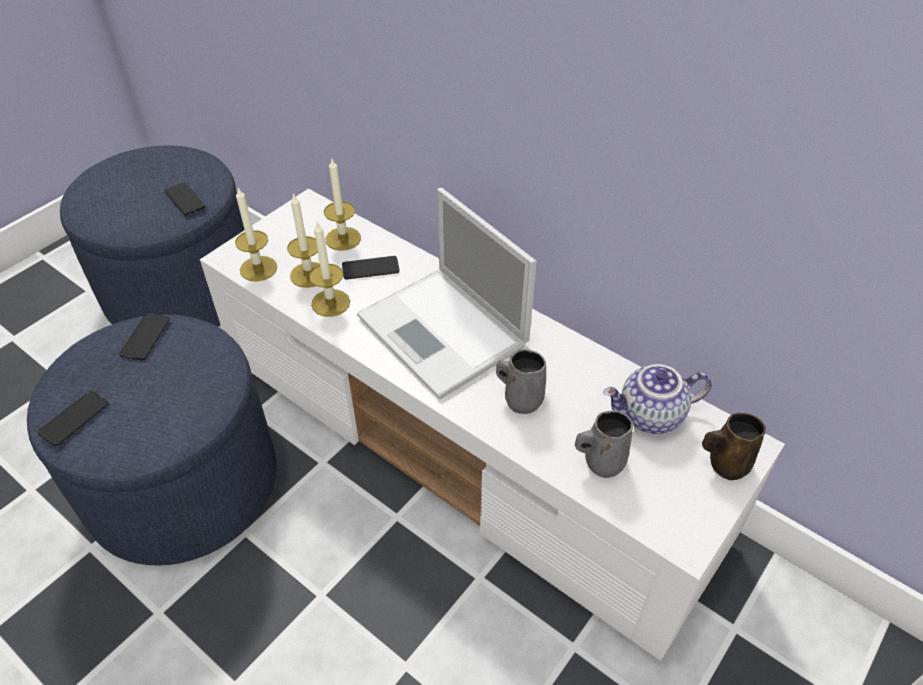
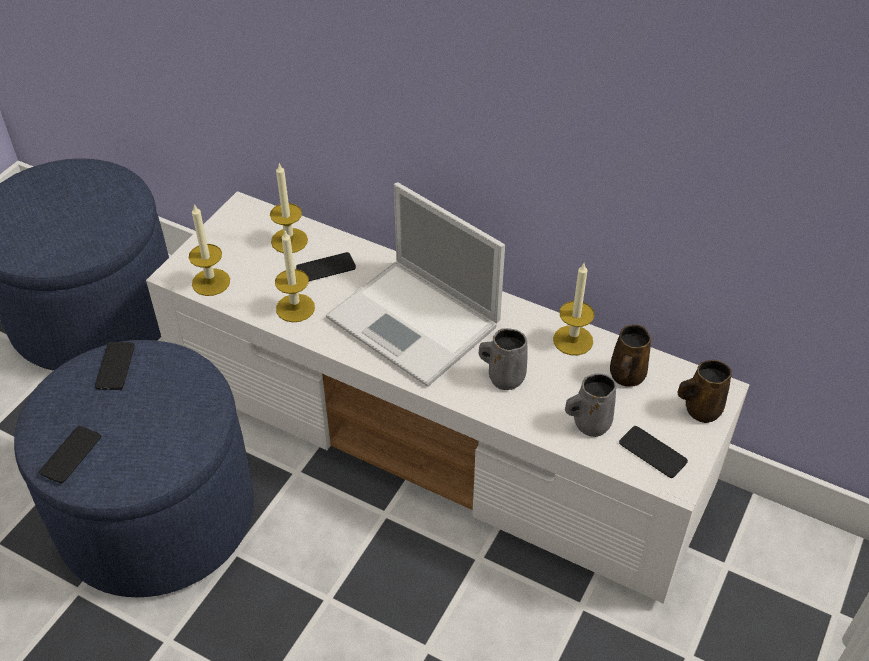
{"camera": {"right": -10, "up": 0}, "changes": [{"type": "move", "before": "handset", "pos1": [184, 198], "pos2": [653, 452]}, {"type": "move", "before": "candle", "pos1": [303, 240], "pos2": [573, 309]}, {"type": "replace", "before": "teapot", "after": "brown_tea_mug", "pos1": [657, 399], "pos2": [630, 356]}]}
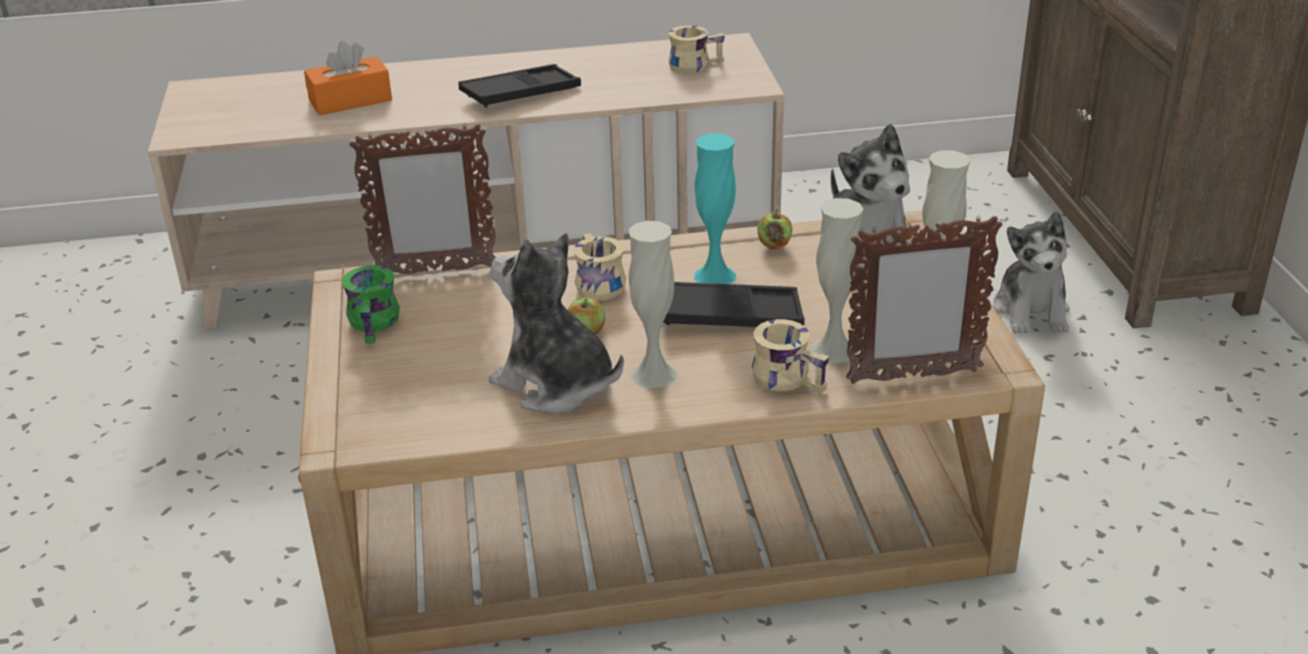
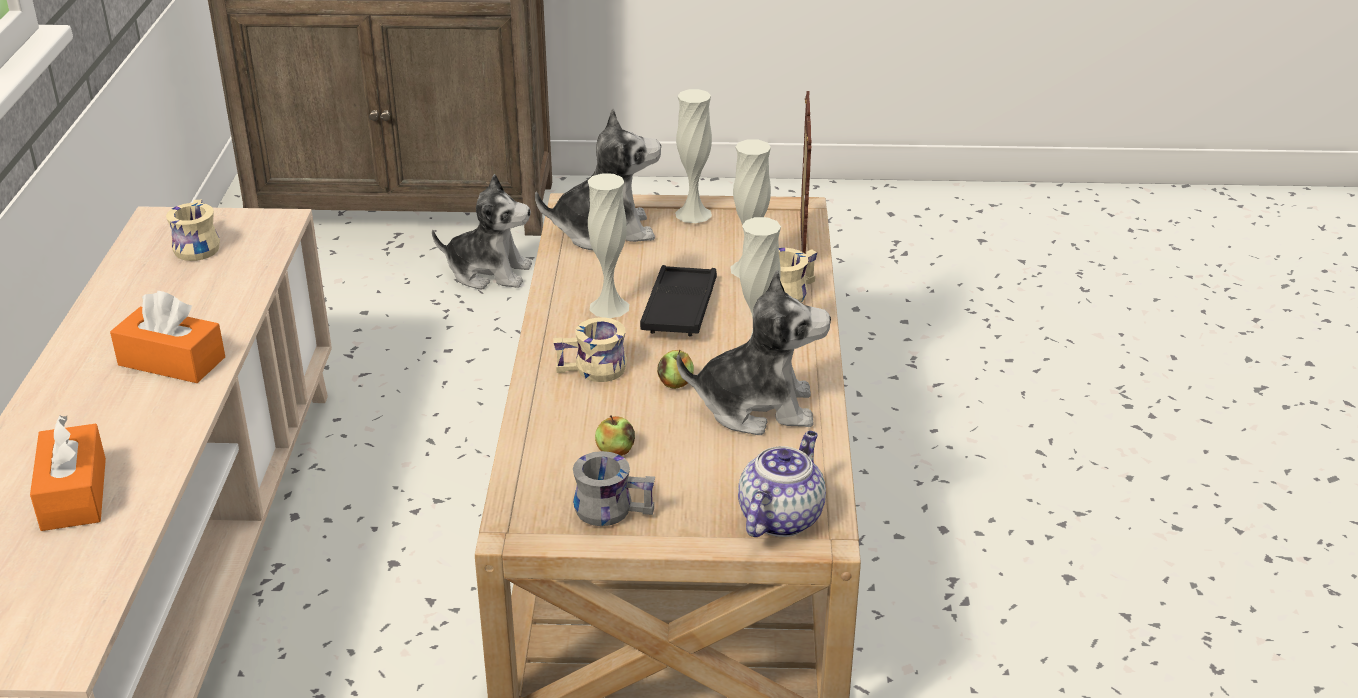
{"camera": {"right": -80, "up": 0}, "changes": [{"type": "recolor", "before": "green_tea_mug", "after": "grey_tea_mug", "pos1": [371, 304], "pos2": [614, 488]}, {"type": "delete", "before": "standing_frame", "pos1": [422, 199]}, {"type": "replace", "before": "blackish_serving_tray", "after": "orange_tissue_holder", "pos1": [519, 86], "pos2": [167, 337]}, {"type": "rotate", "before": "soft_toy", "pos1": [556, 323], "pos2": [754, 352], "turn": -135}, {"type": "recolor", "before": "turquoise_flower_vase", "after": "white_flower_vase", "pos1": [715, 208], "pos2": [608, 245]}, {"type": "move", "before": "apple_fruit", "pos1": [774, 229], "pos2": [615, 435]}, {"type": "insert", "after": "teapot", "pos2": [782, 484]}]}
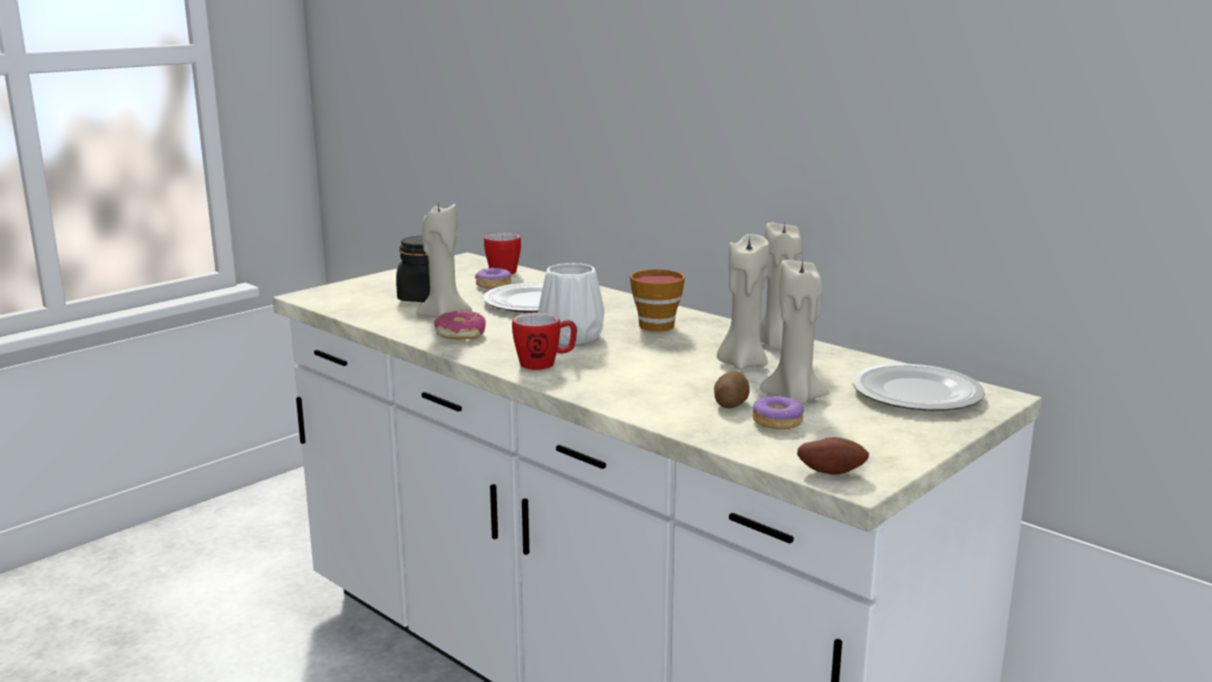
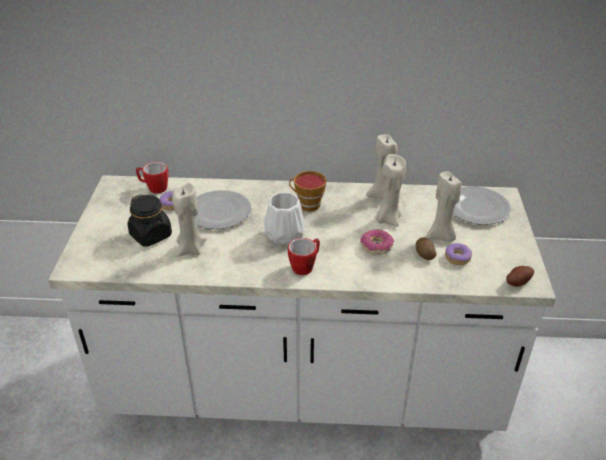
{"camera": {"right": -40, "up": 20}, "changes": [{"type": "move", "before": "doughnut", "pos1": [460, 325], "pos2": [377, 242]}]}
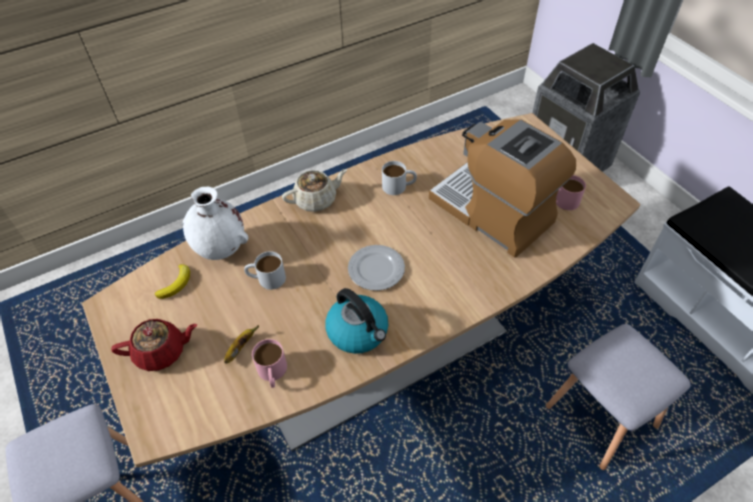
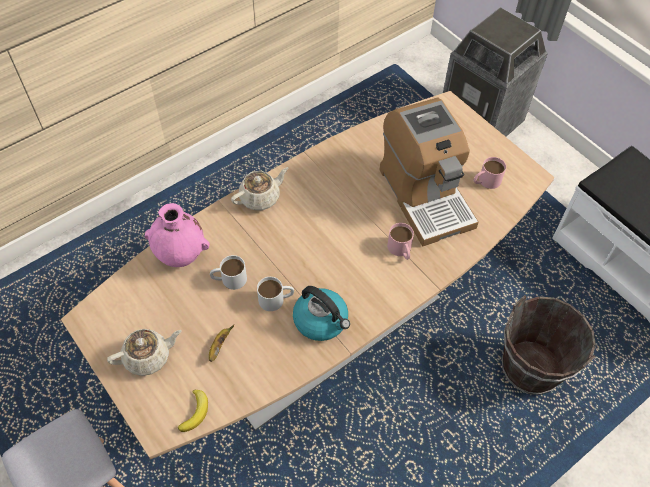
{"camera": {"right": -10, "up": 5}, "changes": [{"type": "recolor", "before": "reddish_teapot", "after": "beige_teapot", "pos1": [154, 345], "pos2": [144, 352]}, {"type": "move", "before": "banana", "pos1": [172, 281], "pos2": [193, 411]}, {"type": "recolor", "before": "white_flower_vase", "after": "pink_flower_vase", "pos1": [215, 223], "pos2": [177, 235]}, {"type": "move", "before": "pink_tea_mug", "pos1": [269, 363], "pos2": [400, 241]}, {"type": "delete", "before": "flat_dish", "pos1": [376, 268]}, {"type": "move", "before": "white_tea_mug", "pos1": [399, 178], "pos2": [275, 294]}, {"type": "rotate", "before": "coffee_brewer", "pos1": [502, 188], "pos2": [429, 172], "turn": -150}, {"type": "replace", "before": "grey_stool_seat", "after": "brown_bucket", "pos1": [618, 397], "pos2": [549, 345]}]}
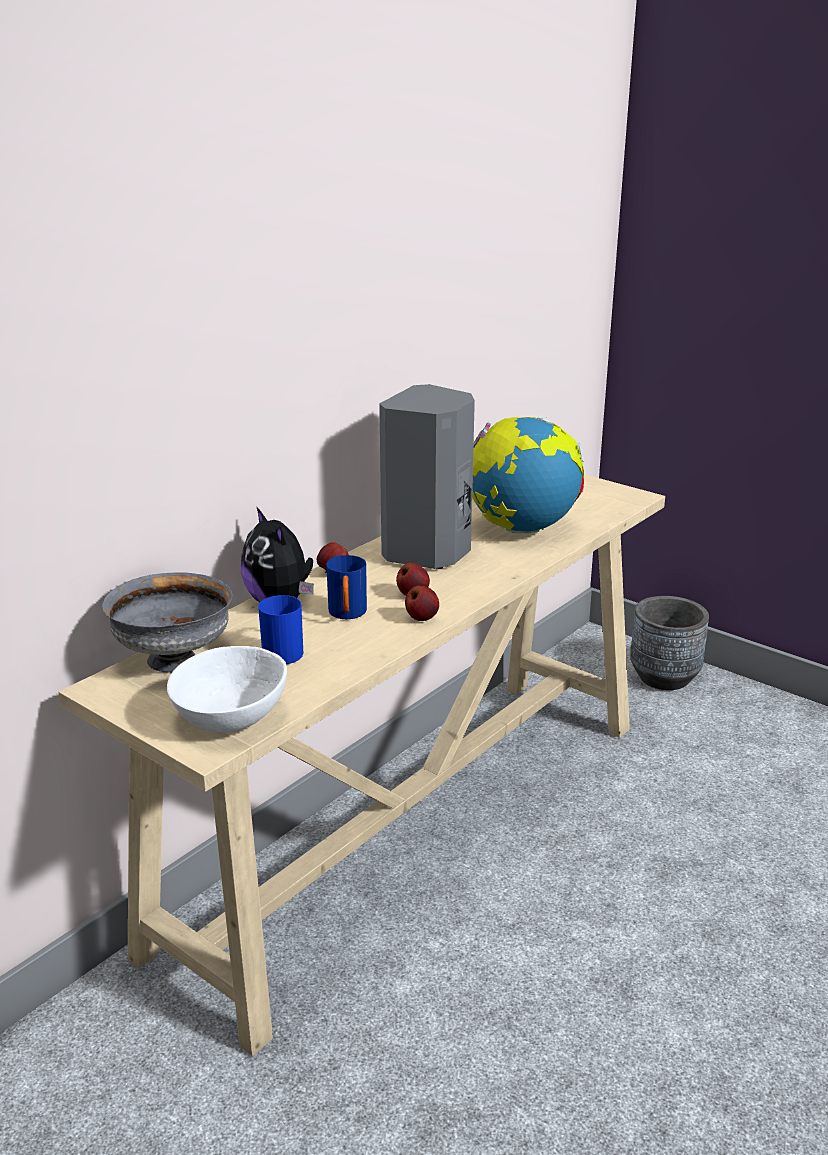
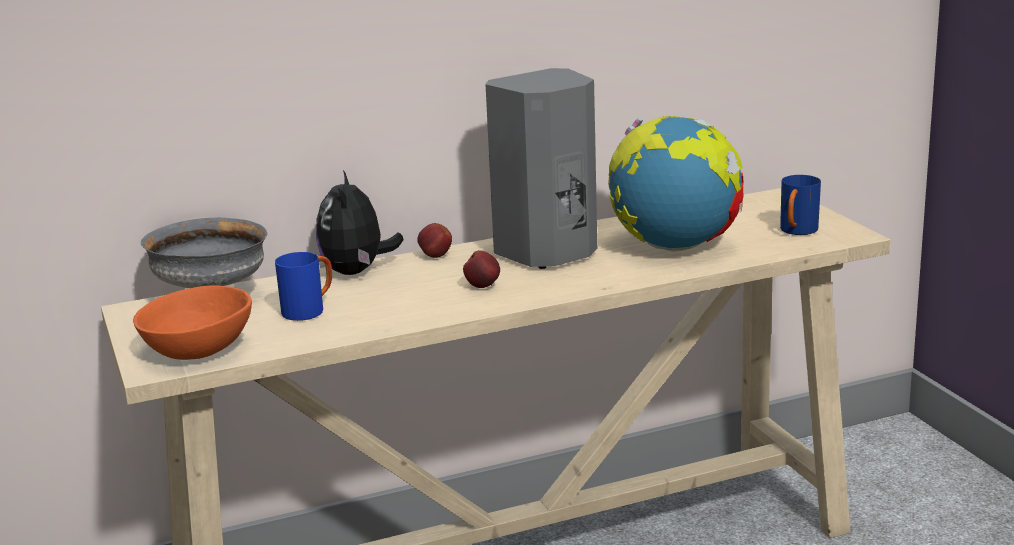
{"camera": {"right": 30, "up": -5}, "changes": [{"type": "recolor", "before": "white_deep_dish", "after": "orange_deep_dish", "pos1": [227, 689], "pos2": [192, 322]}, {"type": "move", "before": "bluish_tea_mug", "pos1": [346, 587], "pos2": [800, 205]}, {"type": "delete", "before": "apple_fruit", "pos1": [422, 603]}, {"type": "delete", "before": "grey_plant_pot", "pos1": [669, 643]}]}
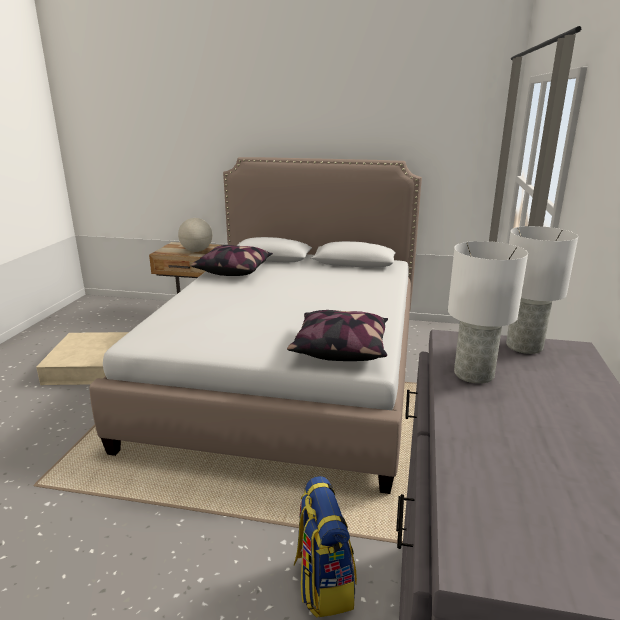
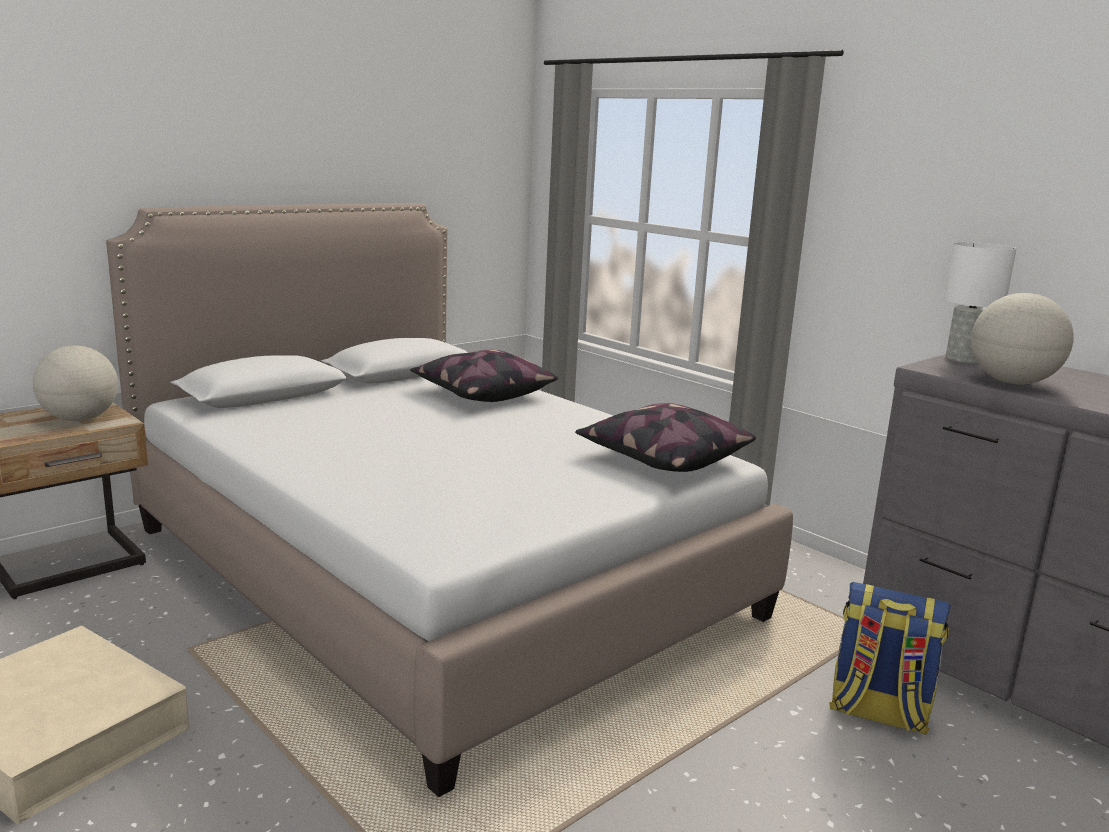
{"camera": {"right": -55, "up": -5}, "changes": [{"type": "move", "before": "cushion", "pos1": [231, 260], "pos2": [484, 376]}, {"type": "replace", "before": "white_lamp_for_a_table", "after": "world_globe", "pos1": [488, 312], "pos2": [1022, 338]}]}
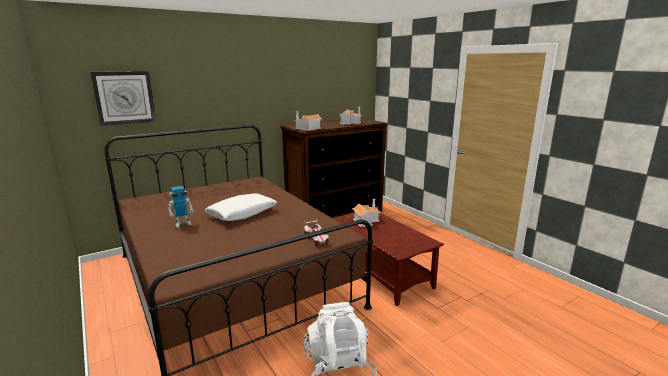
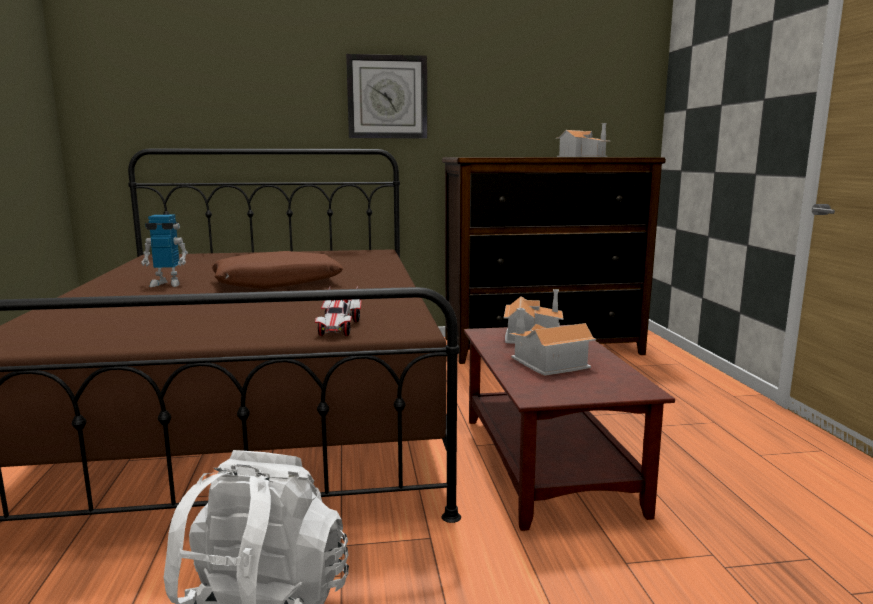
{"camera": {"right": 25, "up": -5}, "changes": [{"type": "move", "before": "clock_on_the_wall", "pos1": [123, 98], "pos2": [386, 96]}, {"type": "recolor", "before": "white_cushion", "after": "brown_cushion", "pos1": [240, 207], "pos2": [277, 270]}, {"type": "move", "before": "model_house", "pos1": [307, 121], "pos2": [552, 342]}]}
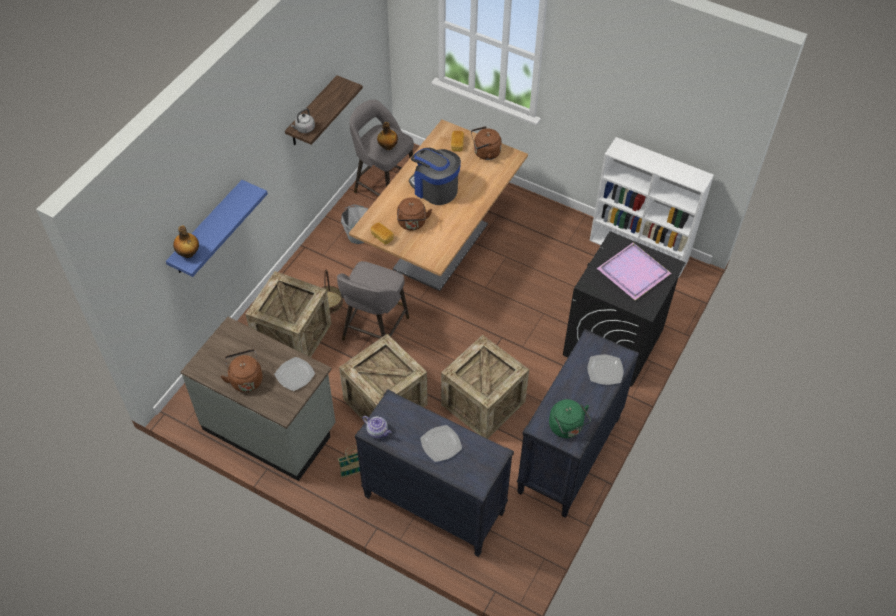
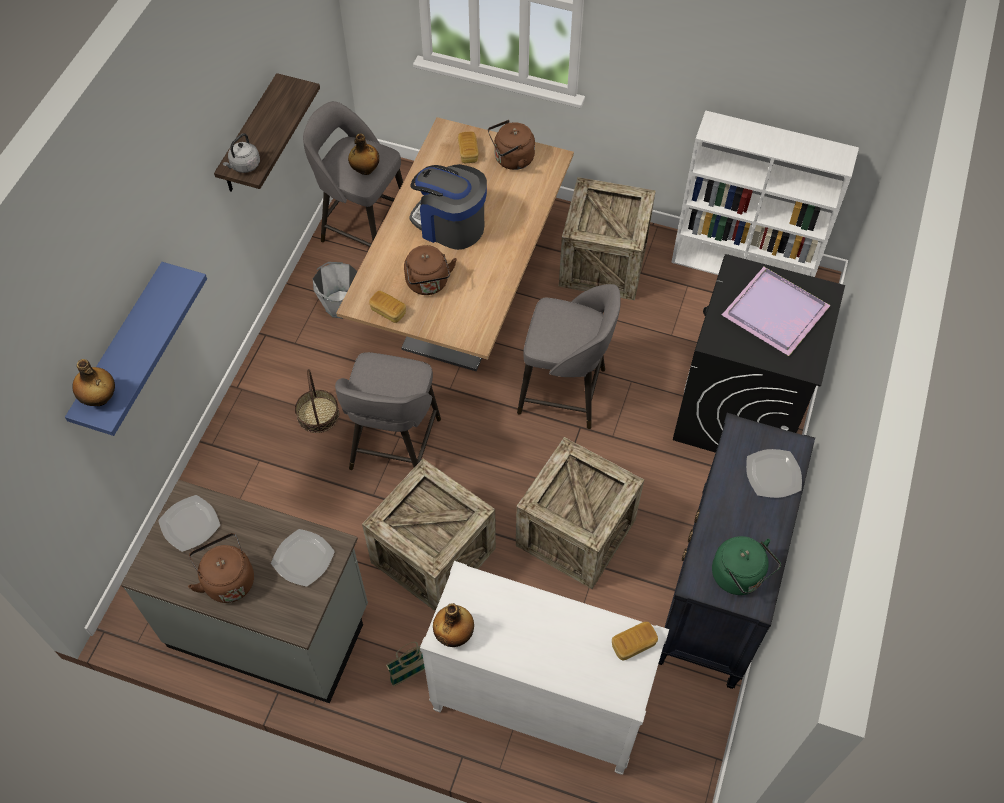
{"camera": {"right": -10, "up": 5}, "changes": [{"type": "move", "before": "crate", "pos1": [288, 314], "pos2": [607, 238]}, {"type": "recolor", "before": "blackish_dresser", "after": "white_dresser", "pos1": [434, 473], "pos2": [544, 668]}, {"type": "replace", "before": "teapot", "after": "bottle", "pos1": [376, 427], "pos2": [453, 625]}, {"type": "move", "before": "flat_dish", "pos1": [441, 443], "pos2": [189, 523]}, {"type": "insert", "after": "grey_stool_seat", "pos2": [569, 356]}, {"type": "insert", "after": "bread", "pos2": [635, 641]}]}
